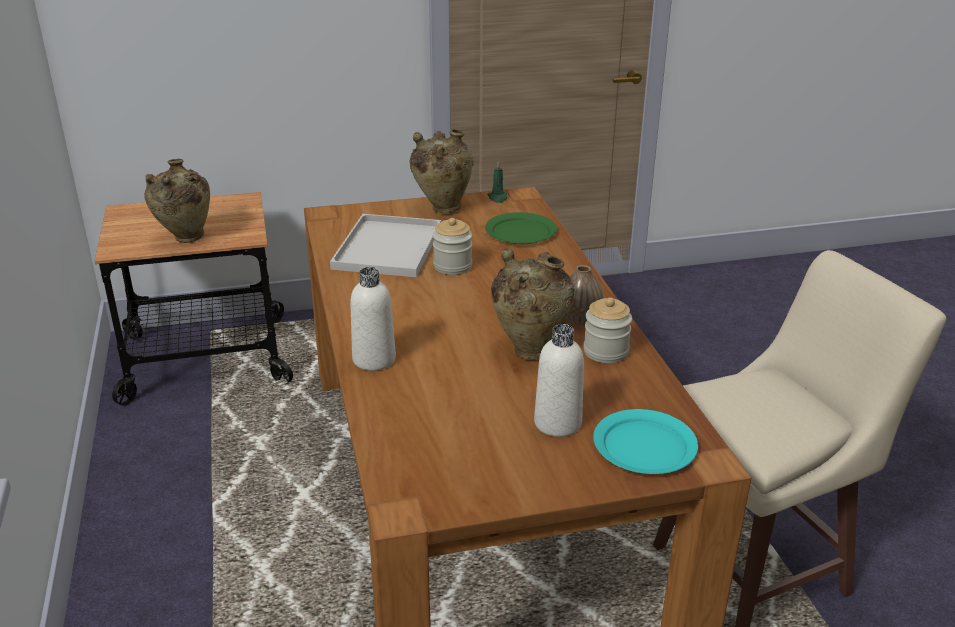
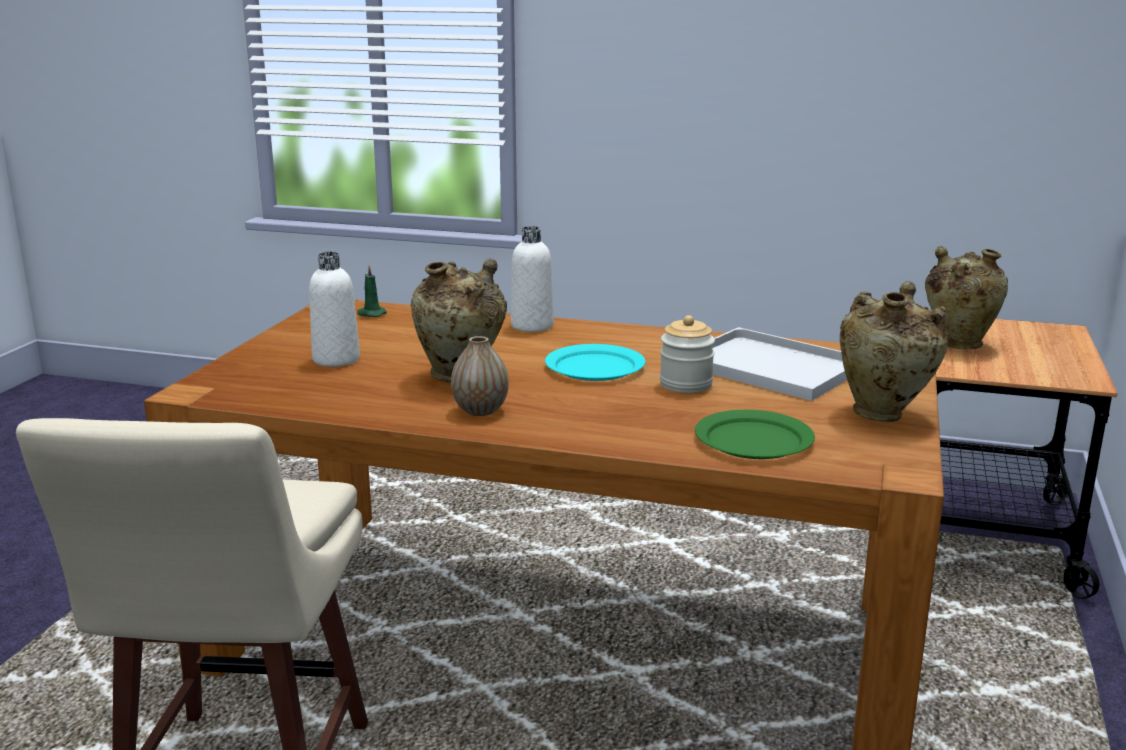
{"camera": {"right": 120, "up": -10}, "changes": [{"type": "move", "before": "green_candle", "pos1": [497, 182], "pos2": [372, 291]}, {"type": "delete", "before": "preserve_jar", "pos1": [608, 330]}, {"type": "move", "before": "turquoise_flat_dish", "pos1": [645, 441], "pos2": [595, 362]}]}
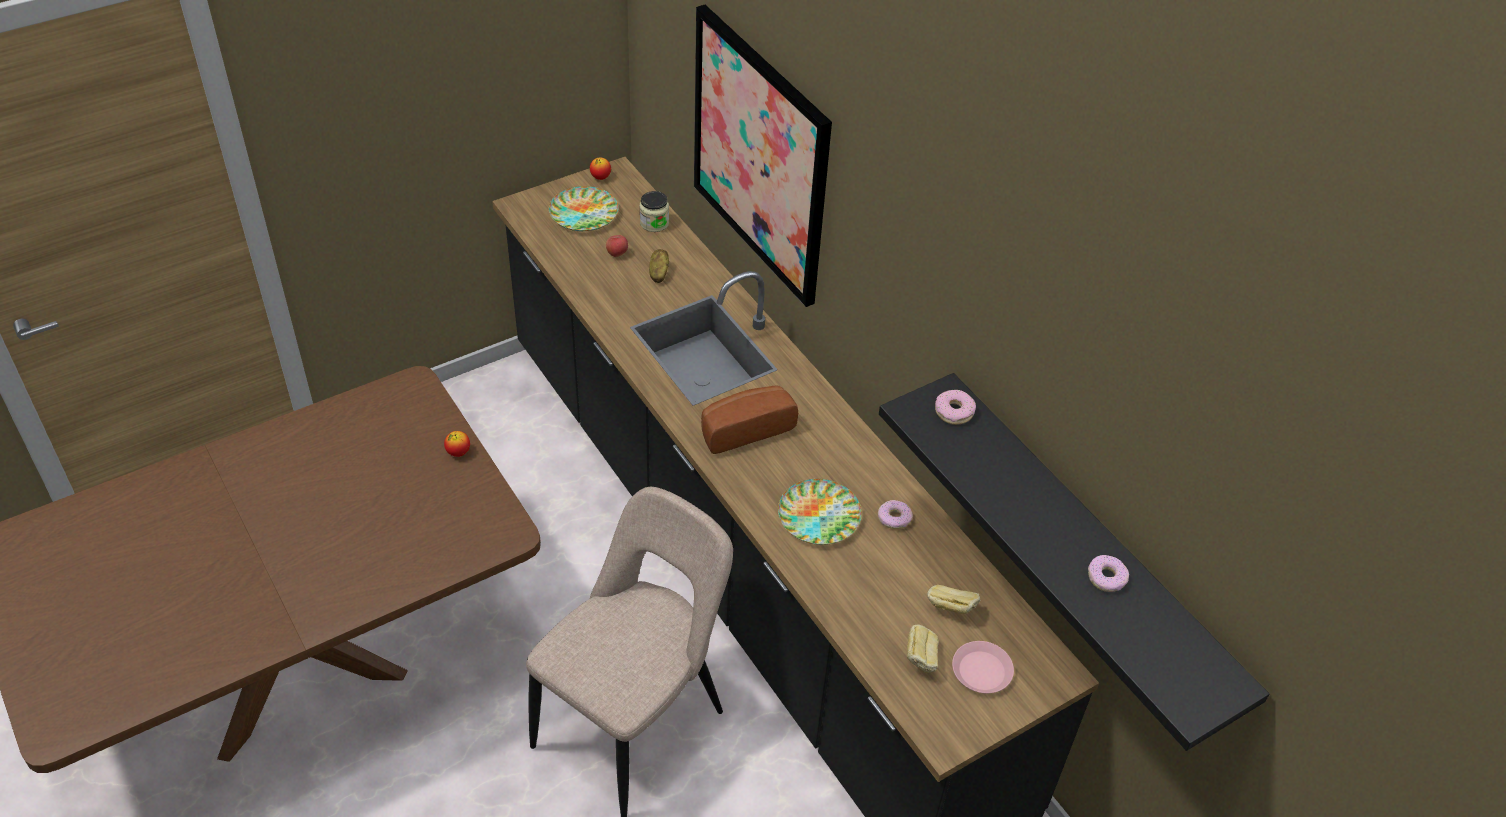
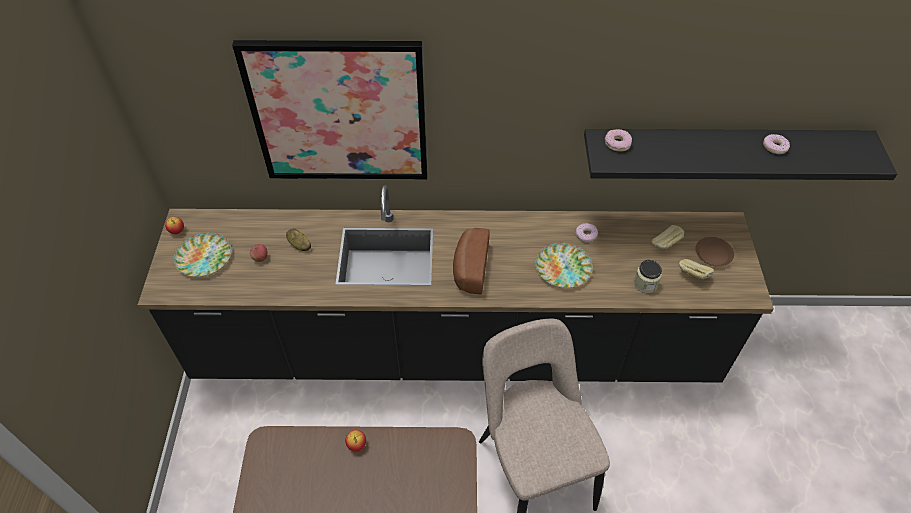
{"camera": {"right": -55, "up": 5}, "changes": [{"type": "move", "before": "preserve_jar", "pos1": [654, 211], "pos2": [648, 276]}, {"type": "recolor", "before": "pink_flat_dish", "after": "brown_flat_dish", "pos1": [983, 667], "pos2": [715, 252]}]}
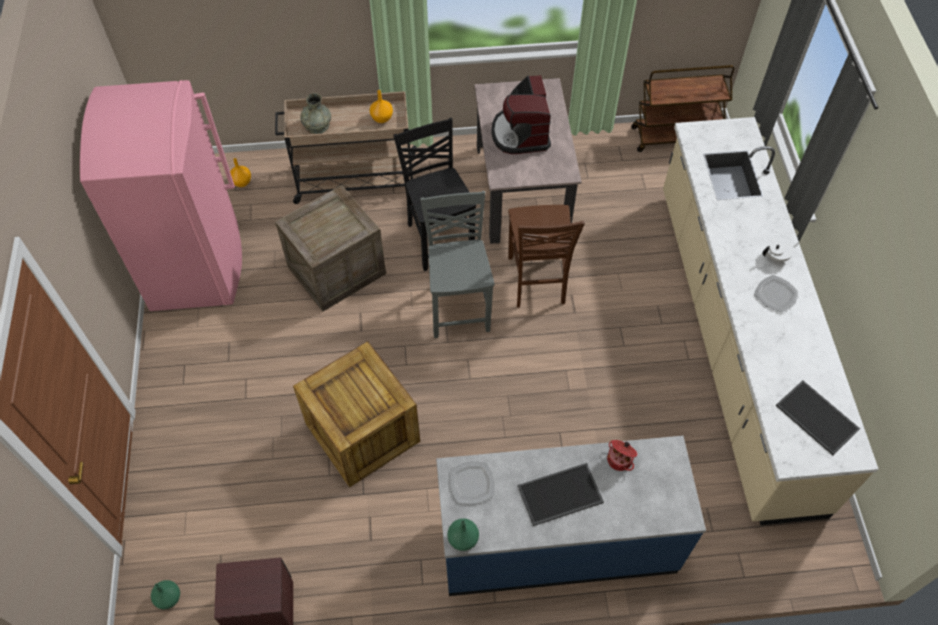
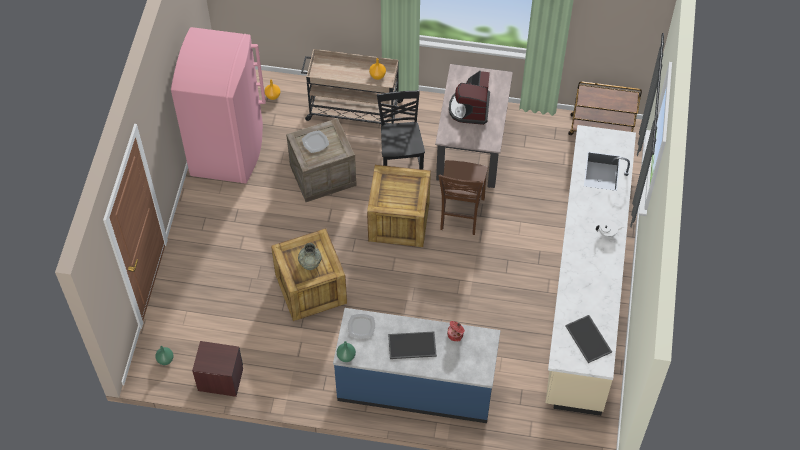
{"camera": {"right": 15, "up": 0}, "changes": [{"type": "move", "before": "grey_flower_vase", "pos1": [316, 113], "pos2": [310, 256]}, {"type": "replace", "before": "grey_plain_chair", "after": "crate", "pos1": [457, 264], "pos2": [399, 206]}, {"type": "move", "before": "flat_dish", "pos1": [777, 294], "pos2": [315, 141]}]}
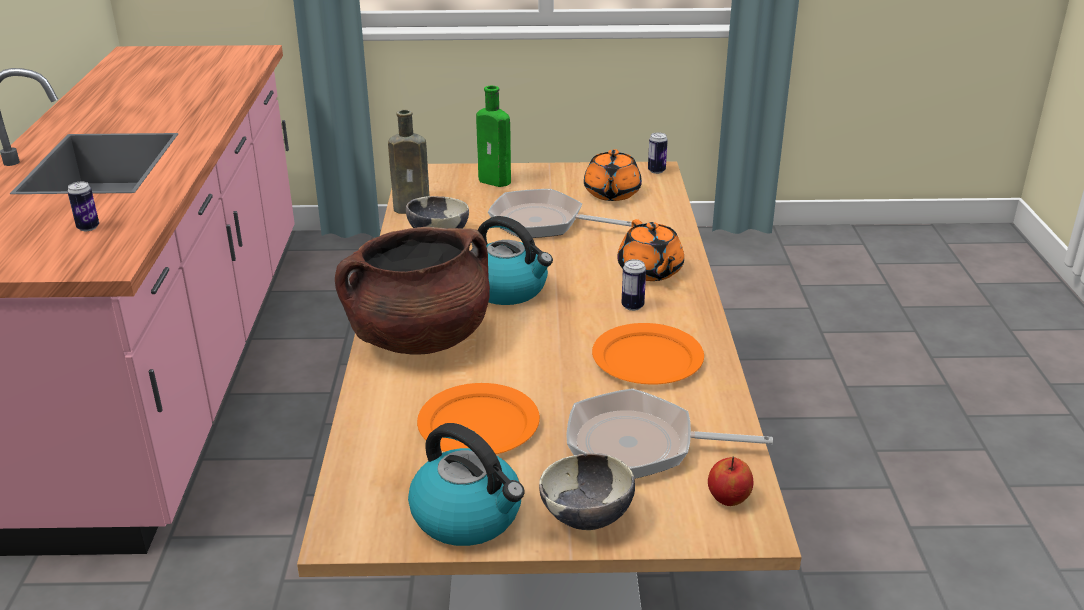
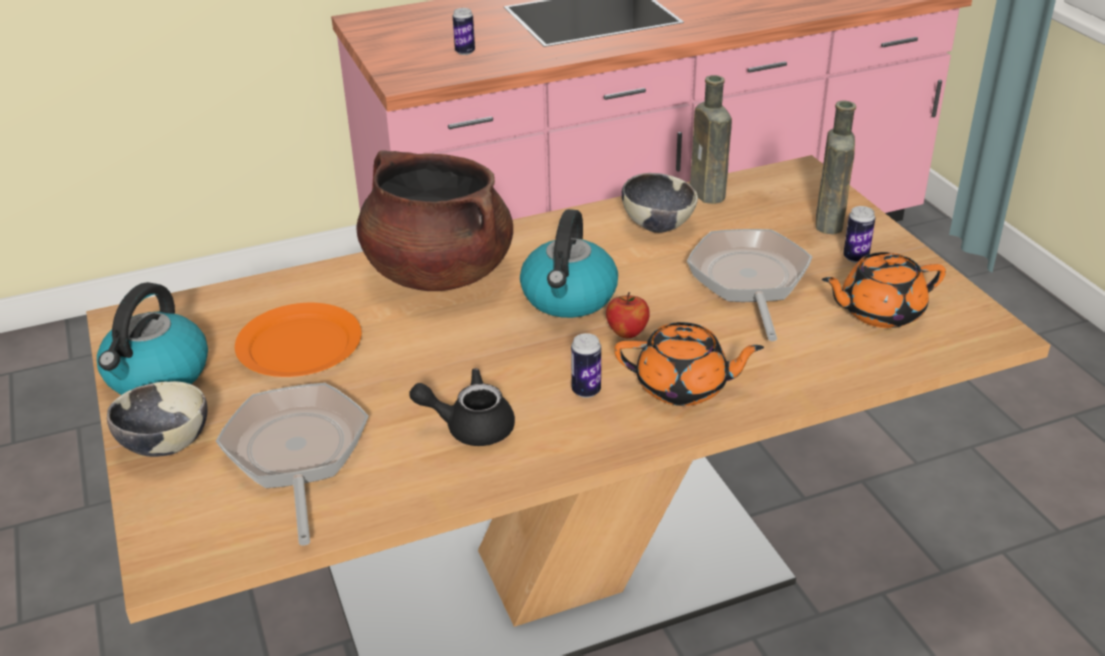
{"camera": {"right": 70, "up": 5}, "changes": [{"type": "recolor", "before": "green_bottle", "after": "brown_bottle", "pos1": [493, 136], "pos2": [836, 167]}, {"type": "replace", "before": "orange_flat_dish", "after": "blackish_teapot", "pos1": [648, 353], "pos2": [462, 407]}, {"type": "rotate", "before": "orange_teapot", "pos1": [650, 250], "pos2": [689, 364], "turn": -135}, {"type": "move", "before": "can", "pos1": [658, 153], "pos2": [859, 234]}, {"type": "move", "before": "apple_fruit", "pos1": [730, 481], "pos2": [628, 315]}]}
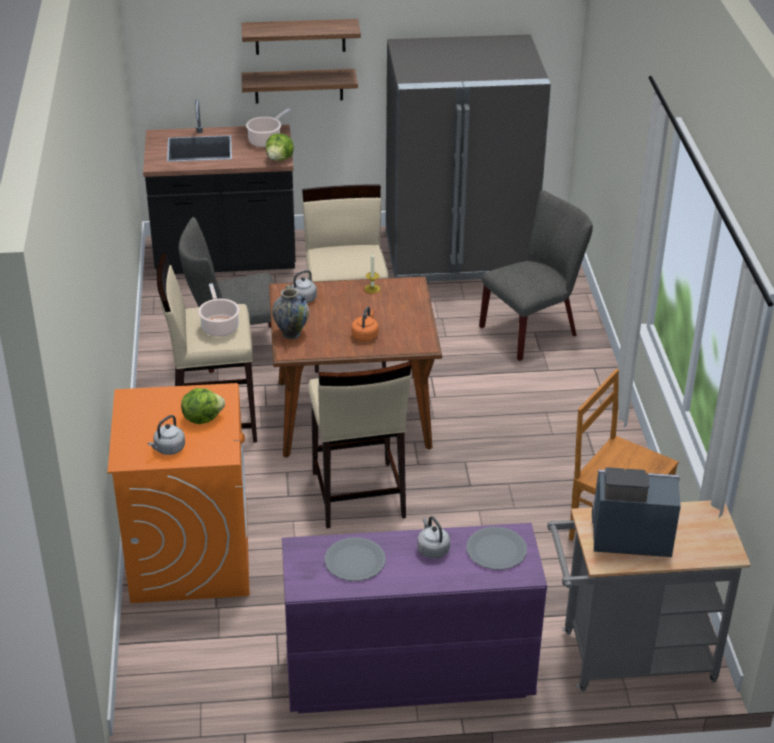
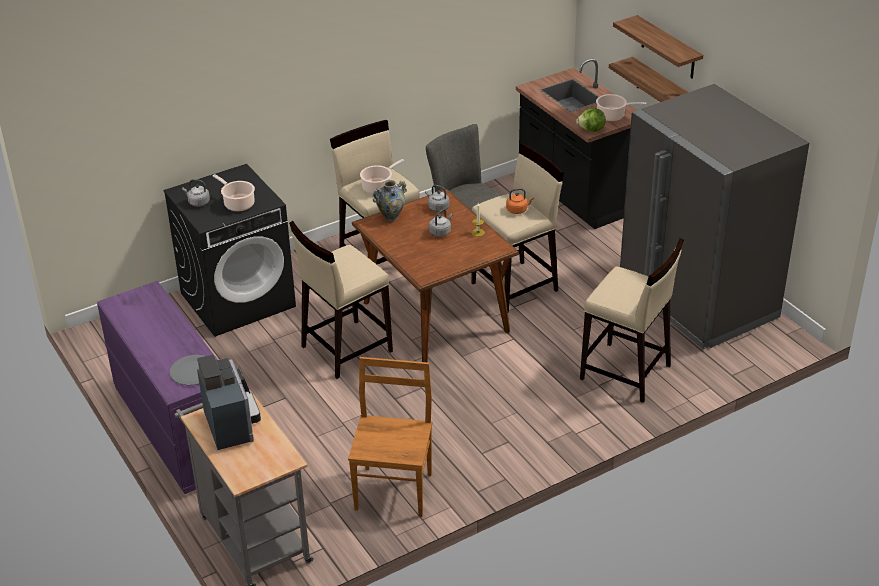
{"camera": {"right": 65, "up": 0}, "changes": [{"type": "recolor", "before": "orange_laundry_appliance", "after": "blackish_laundry_appliance", "pos1": [179, 493], "pos2": [229, 250]}, {"type": "replace", "before": "head_of_lettuce", "after": "cooking_pot", "pos1": [203, 406], "pos2": [233, 192]}, {"type": "delete", "before": "grey_flat_dish", "pos1": [355, 559]}, {"type": "move", "before": "orange_kettle", "pos1": [364, 324], "pos2": [520, 201]}, {"type": "move", "before": "grey_kettle", "pos1": [433, 537], "pos2": [441, 223]}, {"type": "replace", "before": "grey_plain_chair", "after": "beige_stool_seat", "pos1": [536, 275], "pos2": [632, 320]}]}
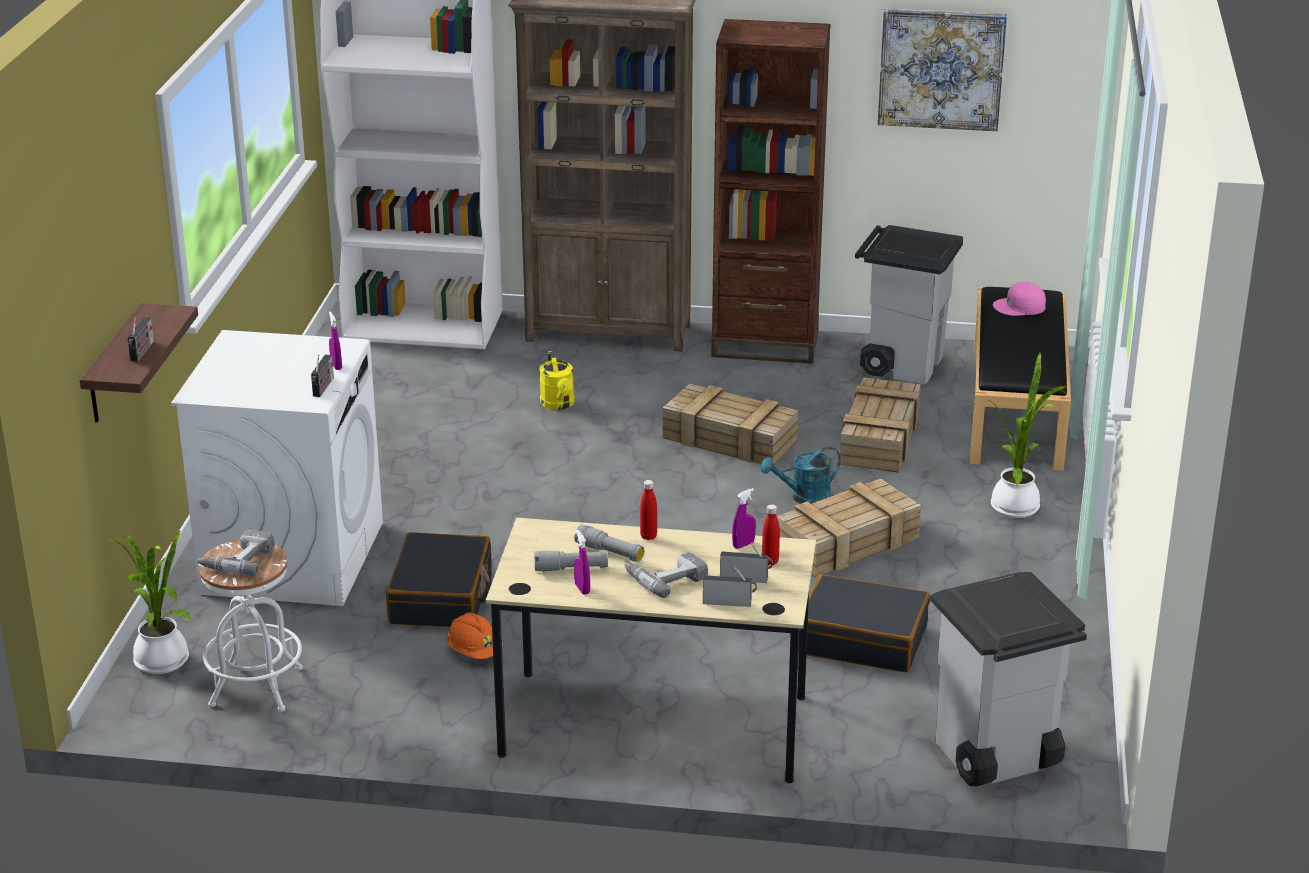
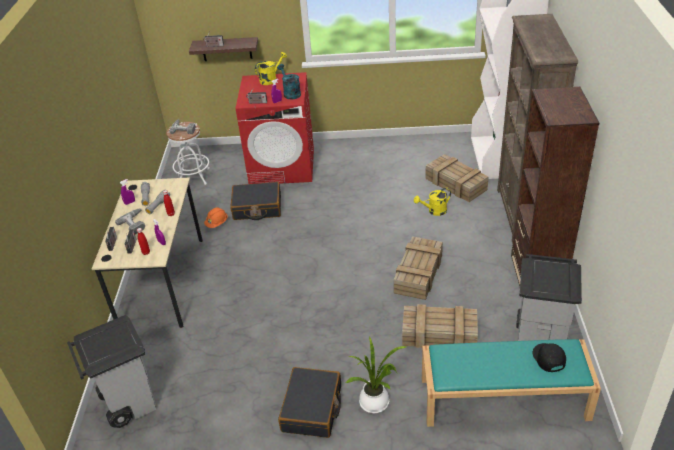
{"camera": {"right": 85, "up": 10}, "changes": [{"type": "delete", "before": "houseplant", "pos1": [149, 602]}, {"type": "recolor", "before": "white_laundry_appliance", "after": "reddish_laundry_appliance", "pos1": [277, 468], "pos2": [275, 128]}, {"type": "move", "before": "turquoise_sprinkling_can", "pos1": [800, 475], "pos2": [289, 82]}, {"type": "move", "before": "crate", "pos1": [849, 528], "pos2": [457, 178]}, {"type": "move", "before": "blackish_suitcase", "pos1": [864, 623], "pos2": [309, 402]}, {"type": "delete", "before": "wall_picture", "pos1": [942, 70]}, {"type": "recolor", "before": "blackish_indoor_bench", "after": "turquoise_indoor_bench", "pos1": [1020, 379], "pos2": [511, 383]}, {"type": "recolor", "before": "pink_baseball_cap", "after": "blackish_baseball_cap", "pos1": [1019, 299], "pos2": [549, 357]}, {"type": "insert", "after": "yellow-coloured_sprinkling_can", "pos2": [271, 68]}]}
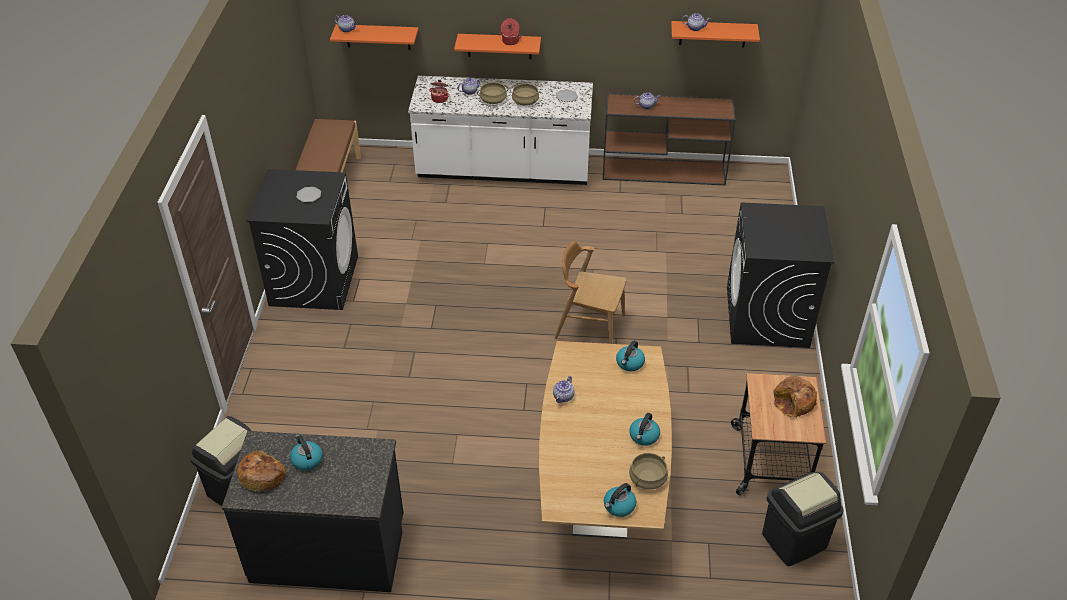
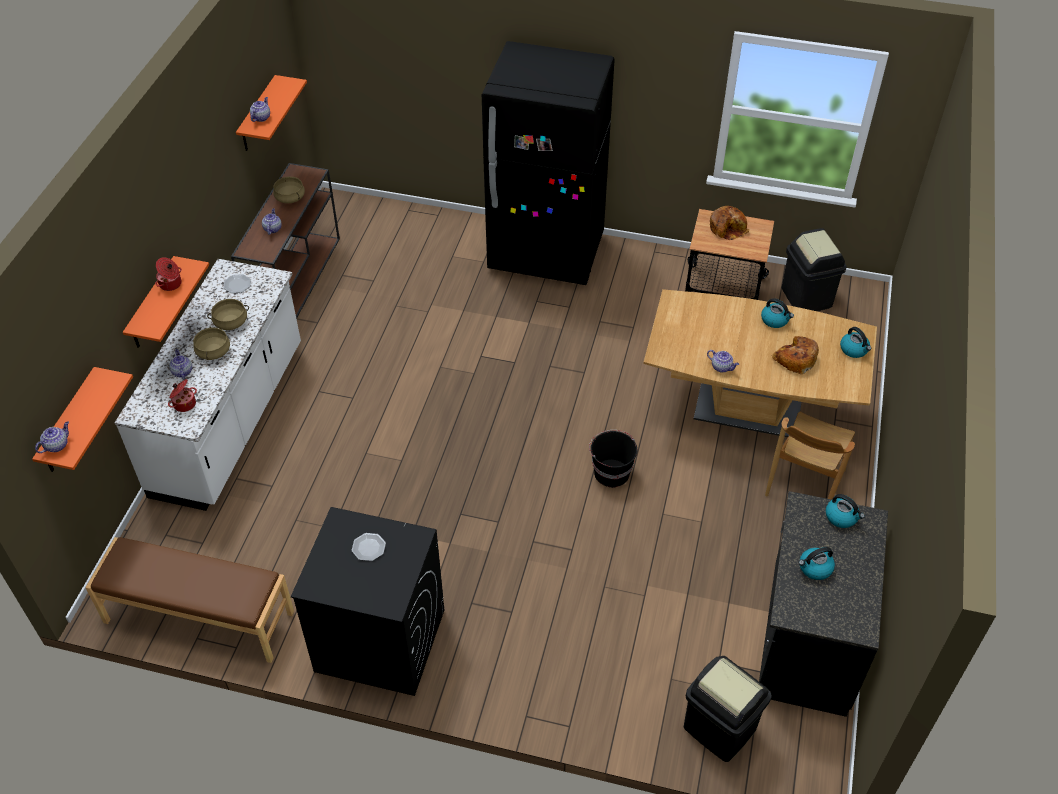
{"camera": {"right": -80, "up": 5}, "changes": [{"type": "move", "before": "bread", "pos1": [262, 472], "pos2": [795, 355]}, {"type": "move", "before": "brown_plain_chair", "pos1": [591, 292], "pos2": [810, 455]}, {"type": "move", "before": "kettle", "pos1": [630, 356], "pos2": [845, 511]}, {"type": "move", "before": "beige_cooking_pot", "pos1": [648, 471], "pos2": [289, 190]}, {"type": "replace", "before": "blackish_laundry_appliance", "after": "blackish_kitchen_fridge", "pos1": [781, 275], "pos2": [548, 163]}, {"type": "insert", "after": "blackish_bucket", "pos2": [613, 459]}]}
